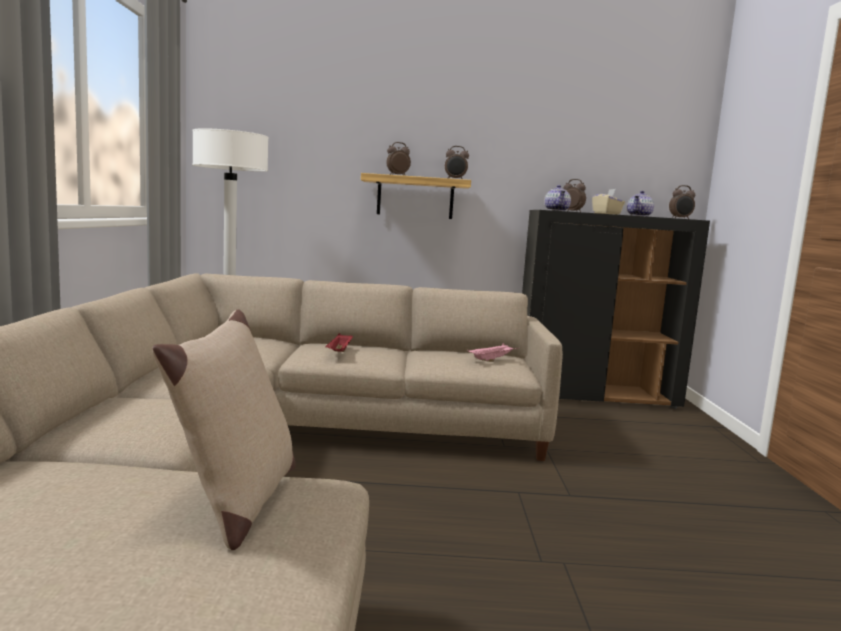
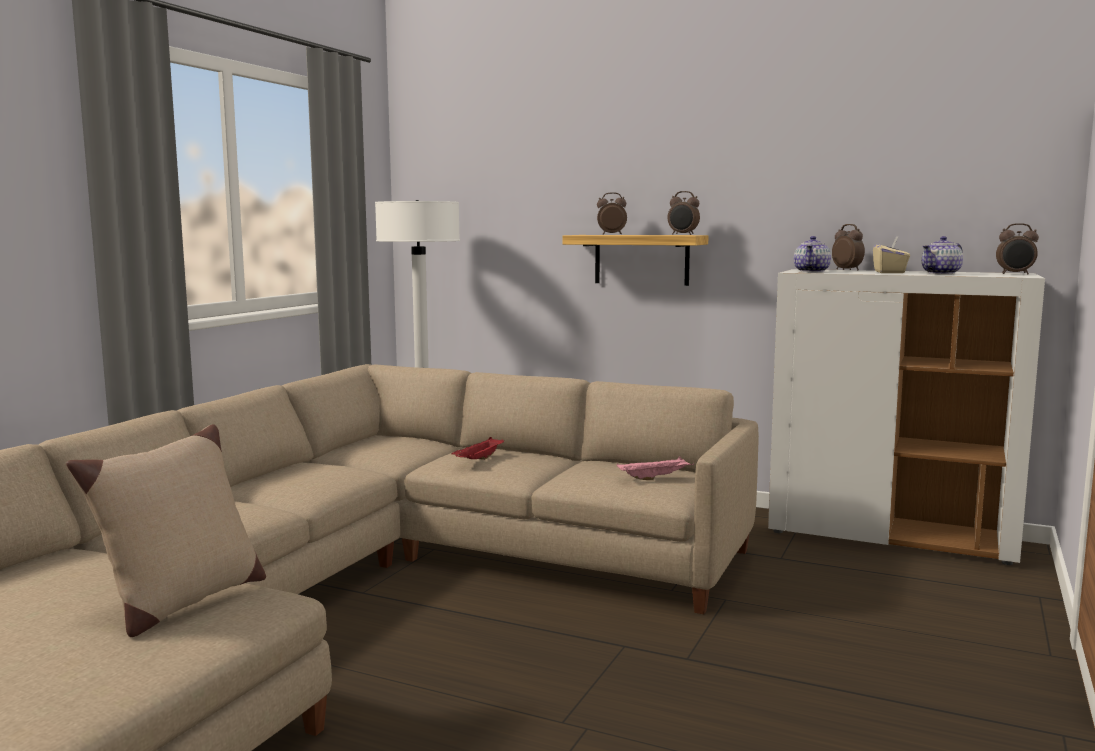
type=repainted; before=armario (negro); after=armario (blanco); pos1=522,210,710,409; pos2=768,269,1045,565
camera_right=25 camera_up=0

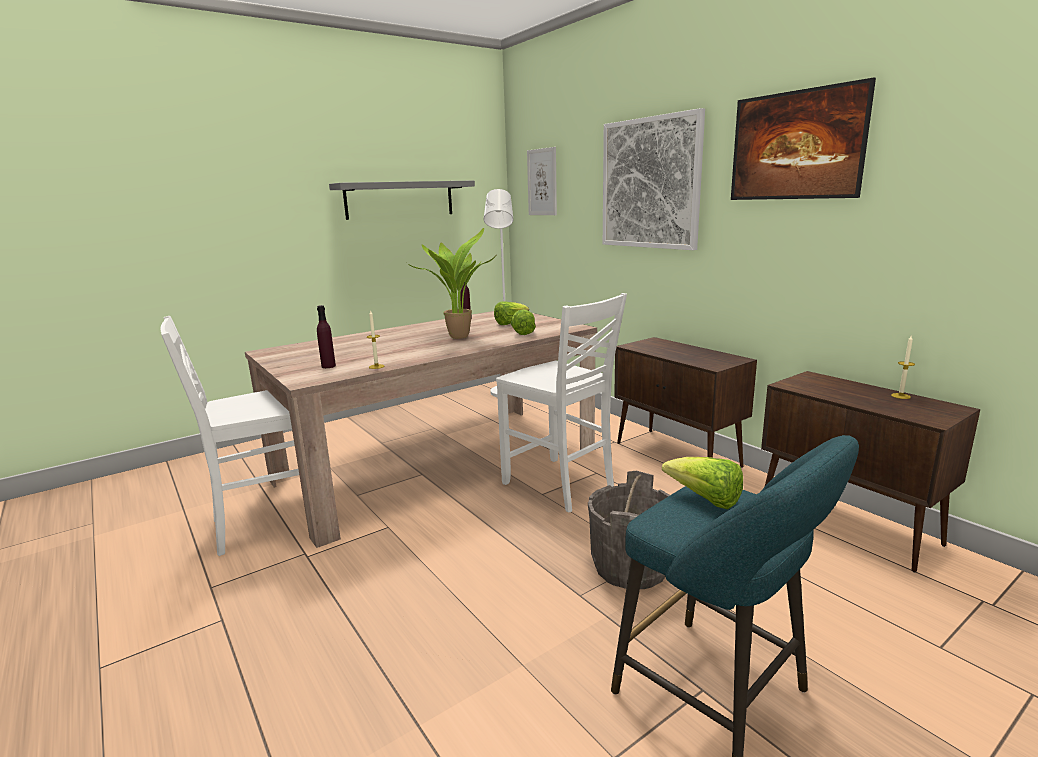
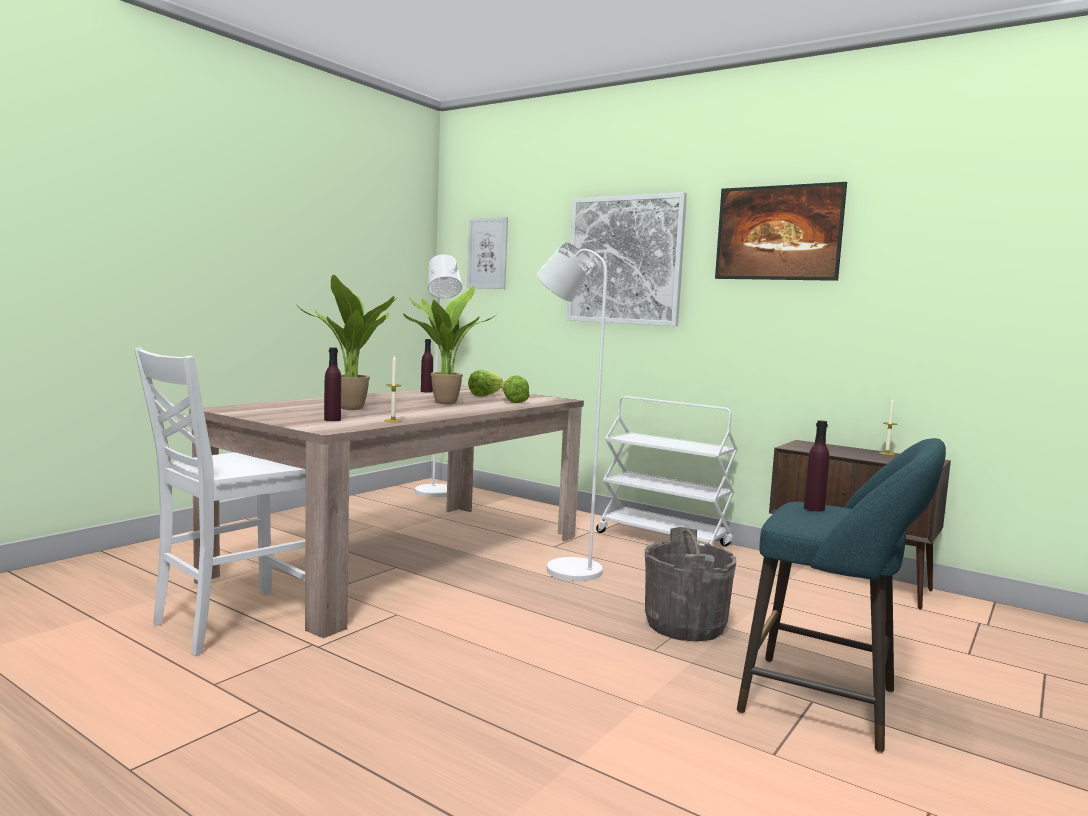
type=gone; before=estante (gris); pos1=329,181,475,220
type=swapped; before=silla (blanco); after=lámpara de pie (blanco); pos1=496,293,627,513; pos2=537,242,607,581
type=swapped; before=armario (marrón); after=carrito (blanco); pos1=614,337,757,468; pos2=596,396,738,547
type=swapped; before=lechuga; after=botella (morado); pos1=662,457,743,509; pos2=804,420,829,511
type=new; after=planta en maceta; pos2=299,275,396,410
camera_right=-20 camera_up=-10

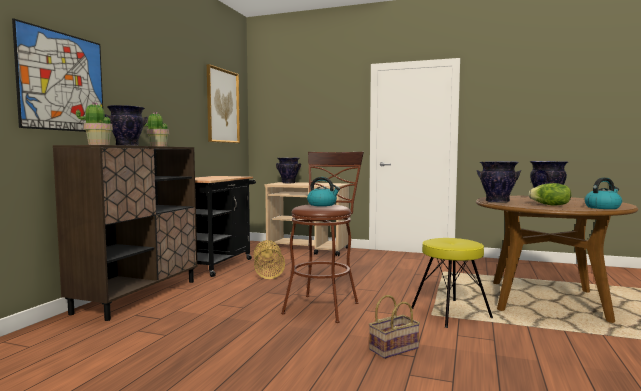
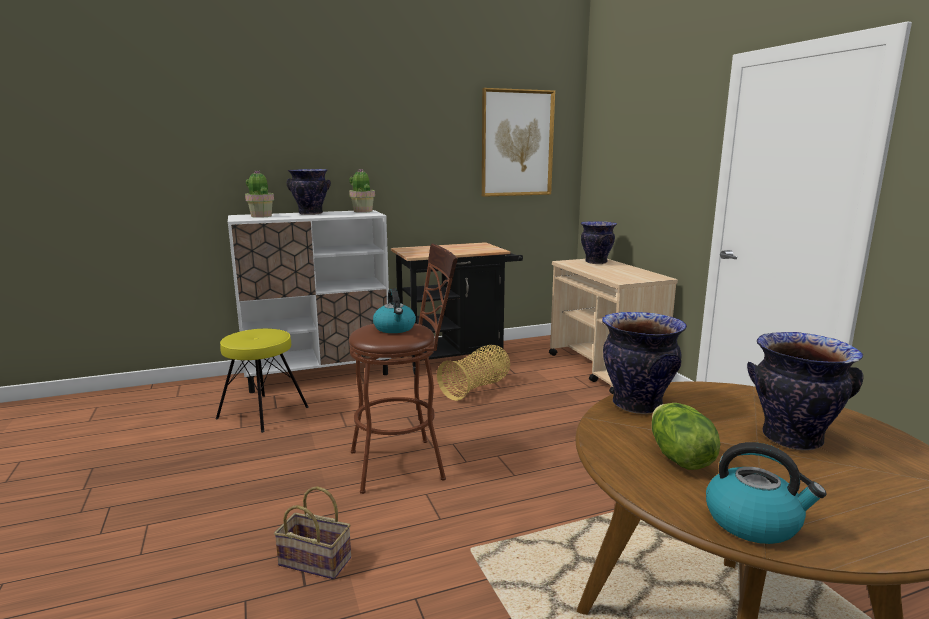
type=gone; before=cuadro; pos1=12,18,103,132
type=repainted; before=armario (marrón); after=armario (blanco); pos1=53,145,197,321; pos2=228,210,391,393
type=shifted; before=taburete (amarillo); pos1=411,238,493,328; pos2=216,329,309,433
camera_right=50 camera_up=10

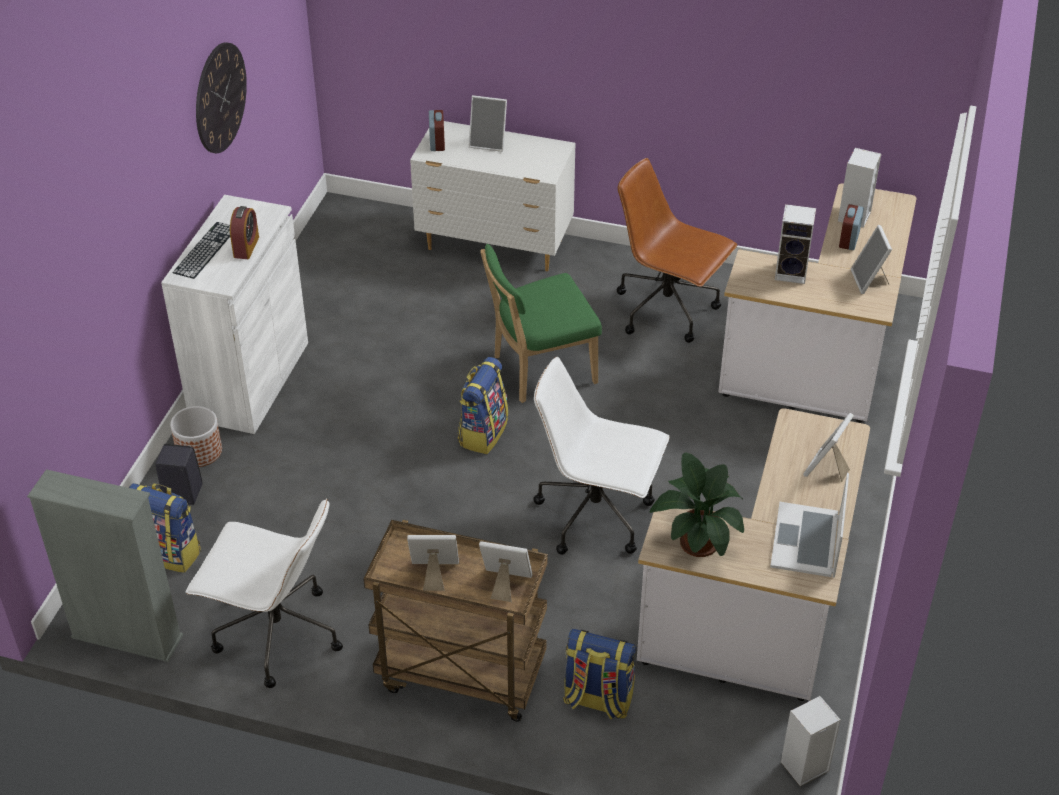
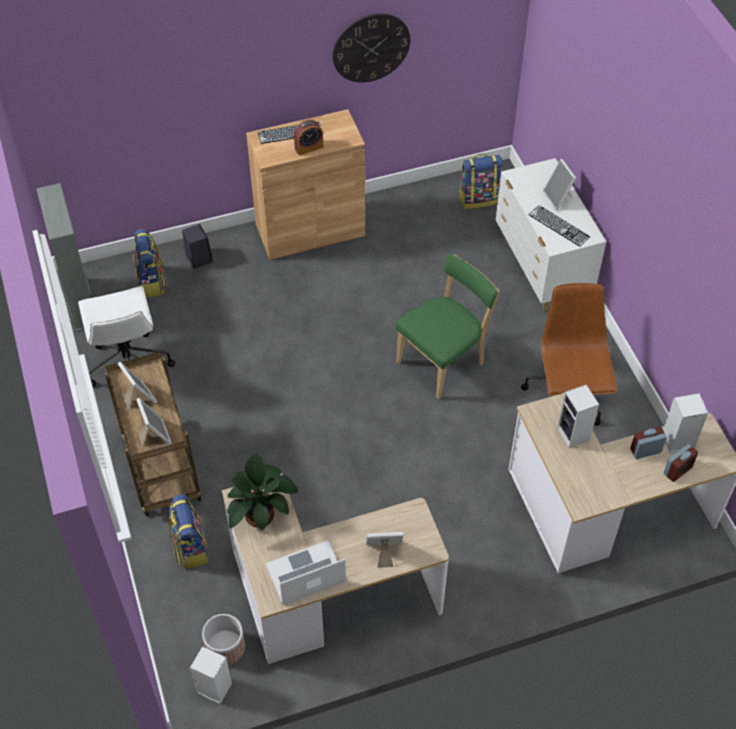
type=shifted; before=despertador; pos1=429,110,445,151; pos2=664,444,698,482
type=repainted; before=armario (blanco); after=armario (marrón); pos1=161,195,308,434; pos2=246,109,365,260
type=gone; before=portarretratos; pos1=851,225,892,294
type=rotated; before=silla (verde); pos1=481,244,602,403; pos2=396,254,500,399; turn=105
type=shifted; before=mochila; pos1=457,357,508,454; pos2=458,153,503,209
type=gone; before=silla de oficina (blanco); pos1=533,357,669,555
type=shifted; before=maceta; pos1=170,406,222,467; pos2=202,614,245,665
type=new; after=teclado; pos2=528,205,590,247
camera_right=55 camera_up=10

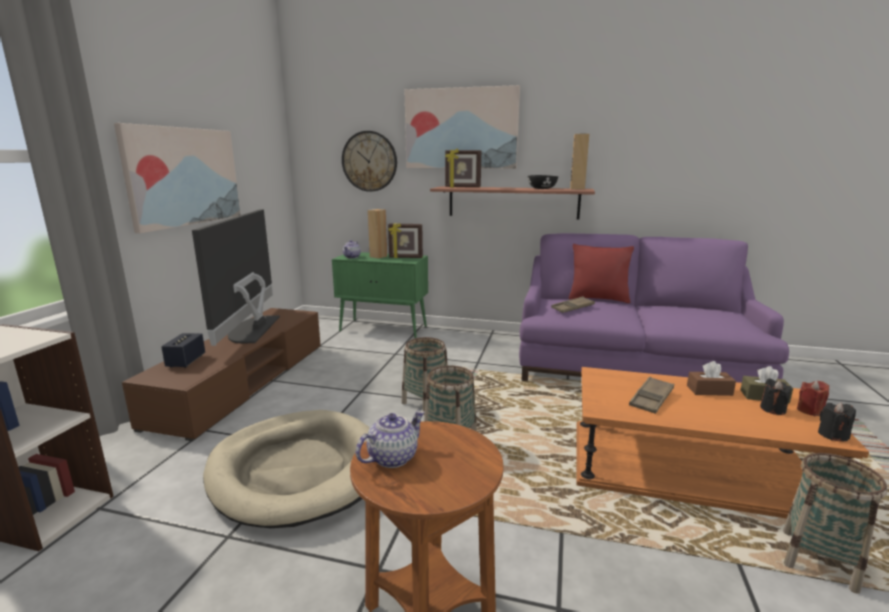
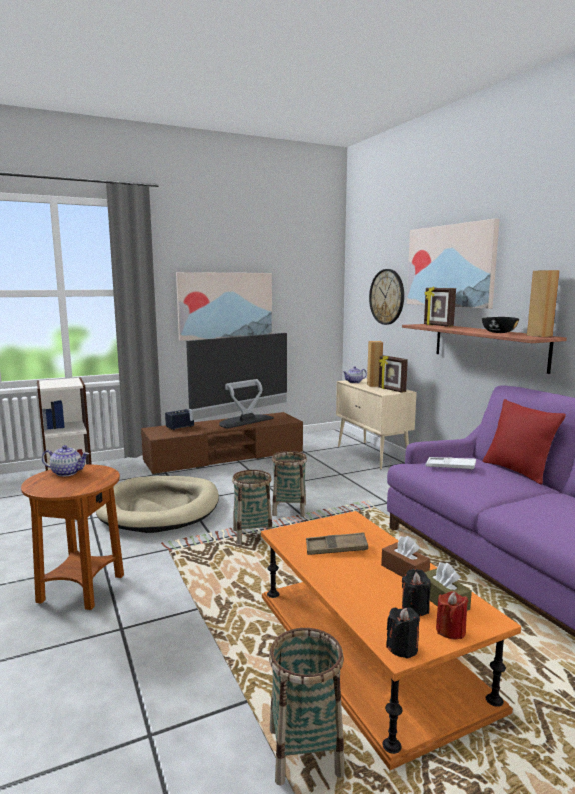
type=repainted; before=armario (verde); after=armario (beis); pos1=332,252,428,338; pos2=336,378,417,470
type=repainted; before=bandeja (marrón); after=bandeja (blanco); pos1=551,297,595,313; pos2=426,457,476,470
camera_right=50 camera_up=-5

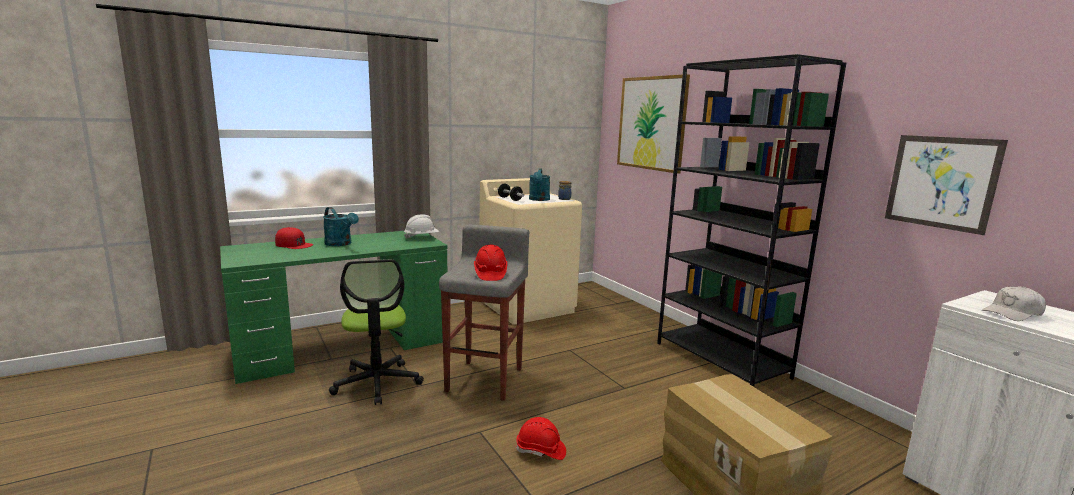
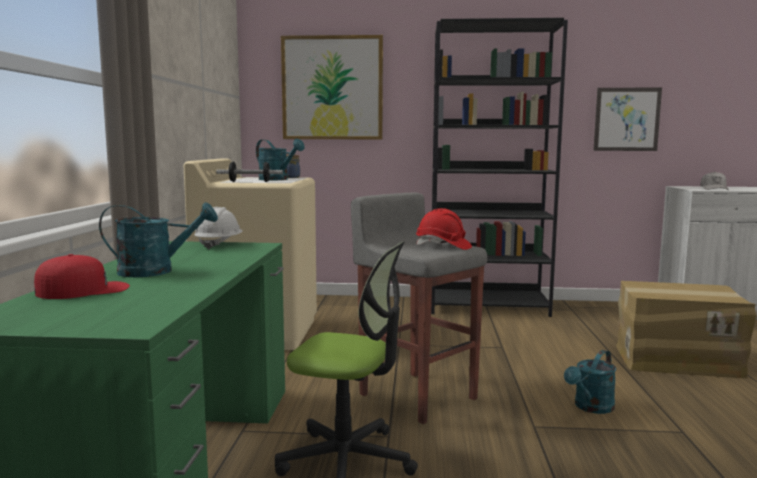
type=swapped; before=casco (rojo); after=regadera (turquesa); pos1=515,417,566,460; pos2=564,350,616,414
camera_right=-55 camera_up=-5

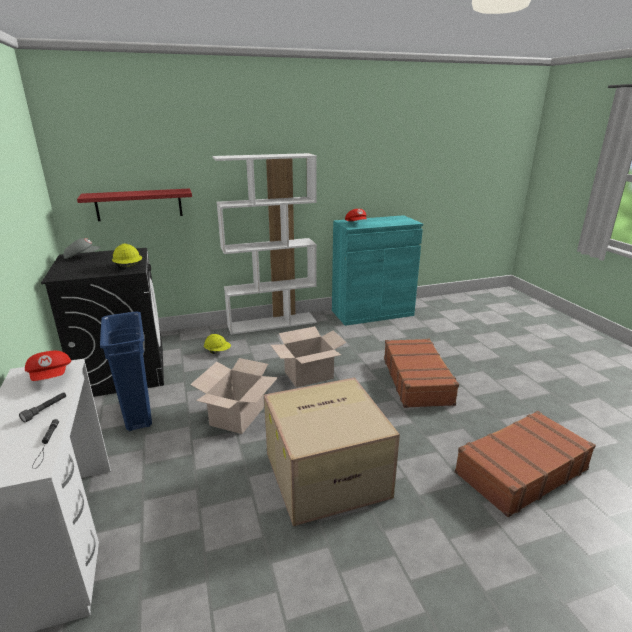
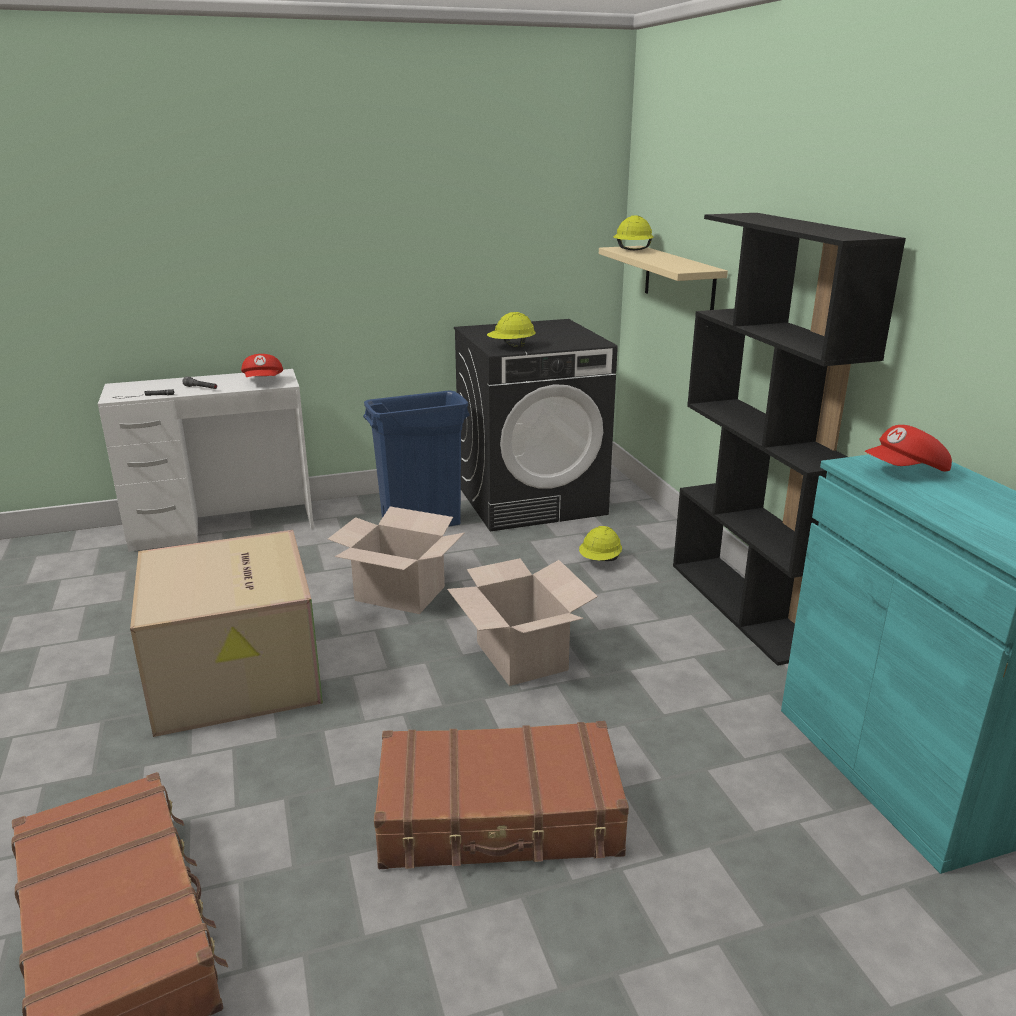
type=repainted; before=estantería (blanco); after=estantería (negro); pos1=212,153,317,335; pos2=673,213,906,666
type=repainted; before=estante (rojo); after=estante (beis); pos1=77,188,192,221; pos2=599,246,728,310
type=gone; before=gorra (gris); pos1=64,238,100,259
type=rotated; before=gorra (rojo); pos1=25,351,71,381; pos2=241,354,283,377; turn=-75
type=new; after=casco (amarillo); pos2=614,215,653,250
camera_right=90 camera_up=0

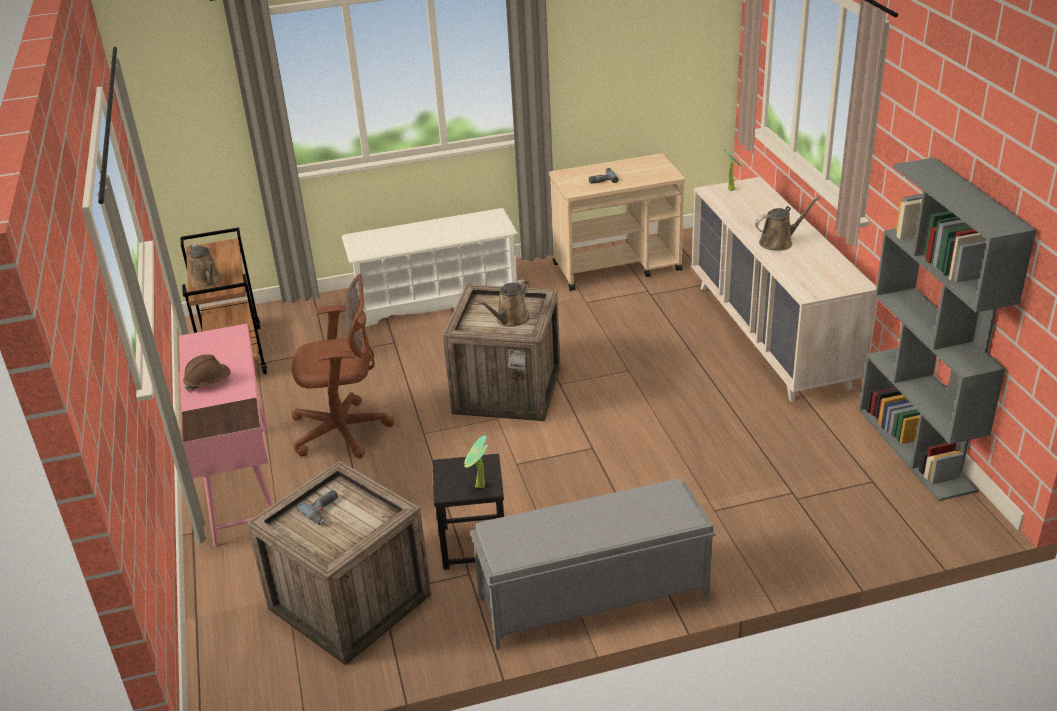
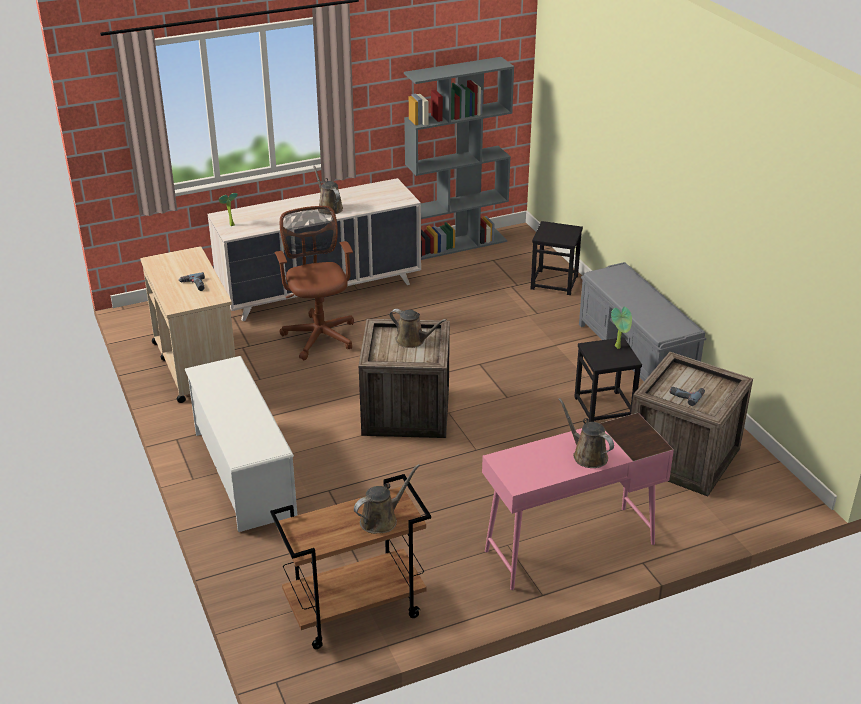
type=shifted; before=silla de oficina (marrón); pos1=292,274,394,459; pos2=274,206,354,360
type=swapped; before=casco (marrón); after=regadera (marrón); pos1=183,355,231,391; pos2=558,398,614,468
type=new; after=taburete (negro); pos2=531,221,583,295
camera_right=-100 camera_up=0

